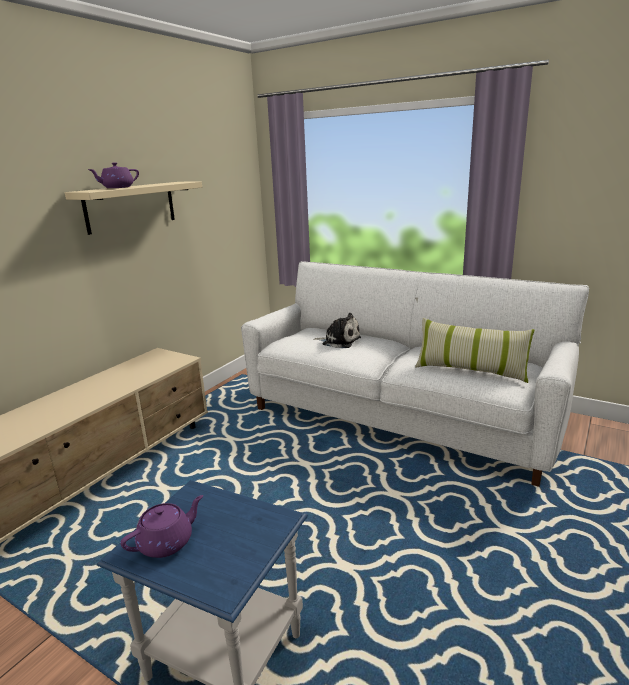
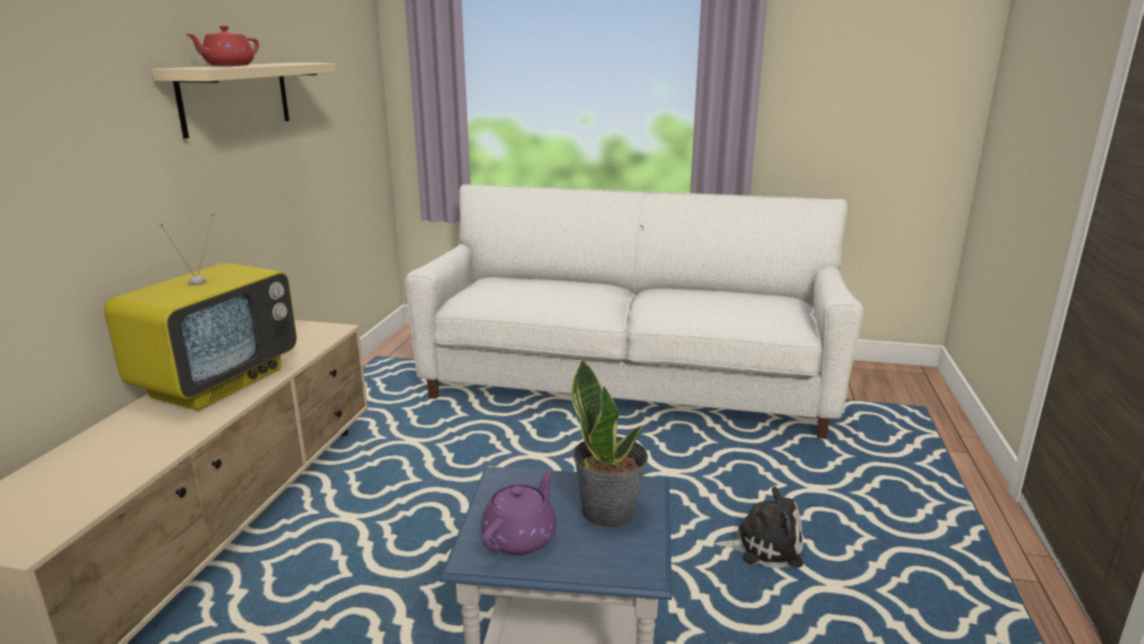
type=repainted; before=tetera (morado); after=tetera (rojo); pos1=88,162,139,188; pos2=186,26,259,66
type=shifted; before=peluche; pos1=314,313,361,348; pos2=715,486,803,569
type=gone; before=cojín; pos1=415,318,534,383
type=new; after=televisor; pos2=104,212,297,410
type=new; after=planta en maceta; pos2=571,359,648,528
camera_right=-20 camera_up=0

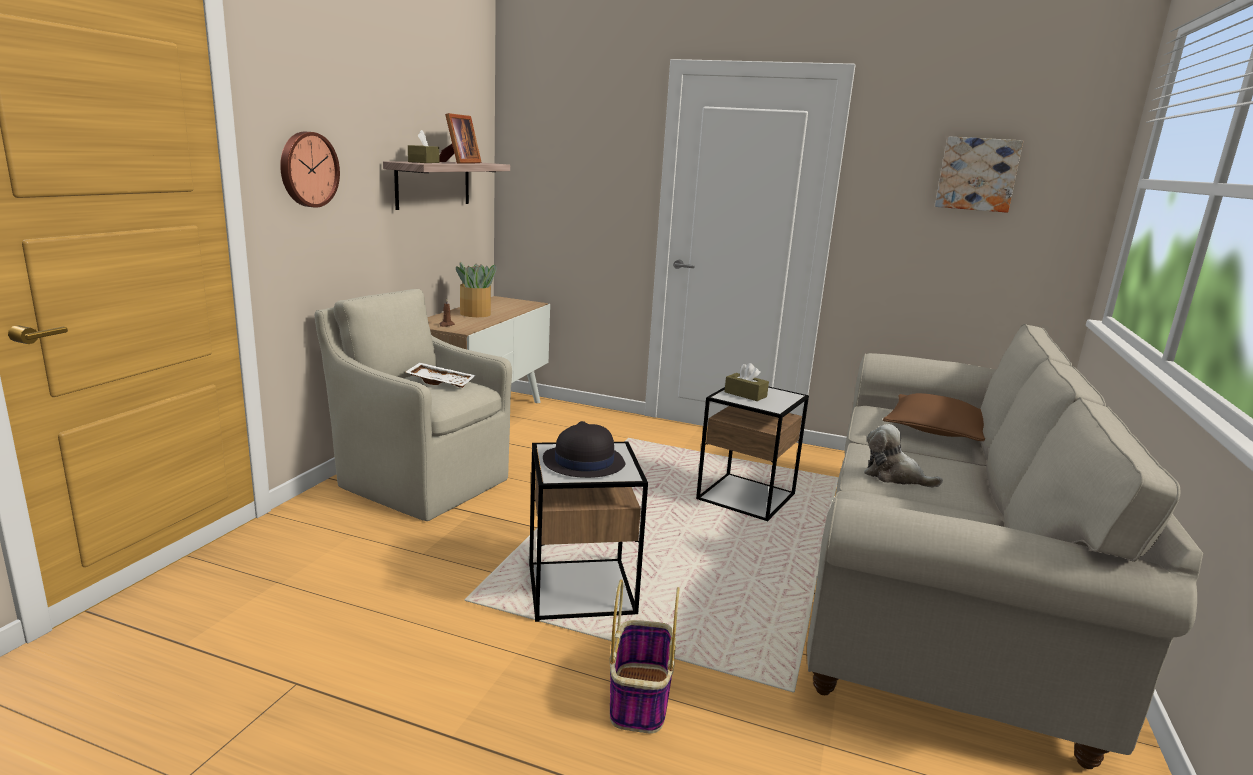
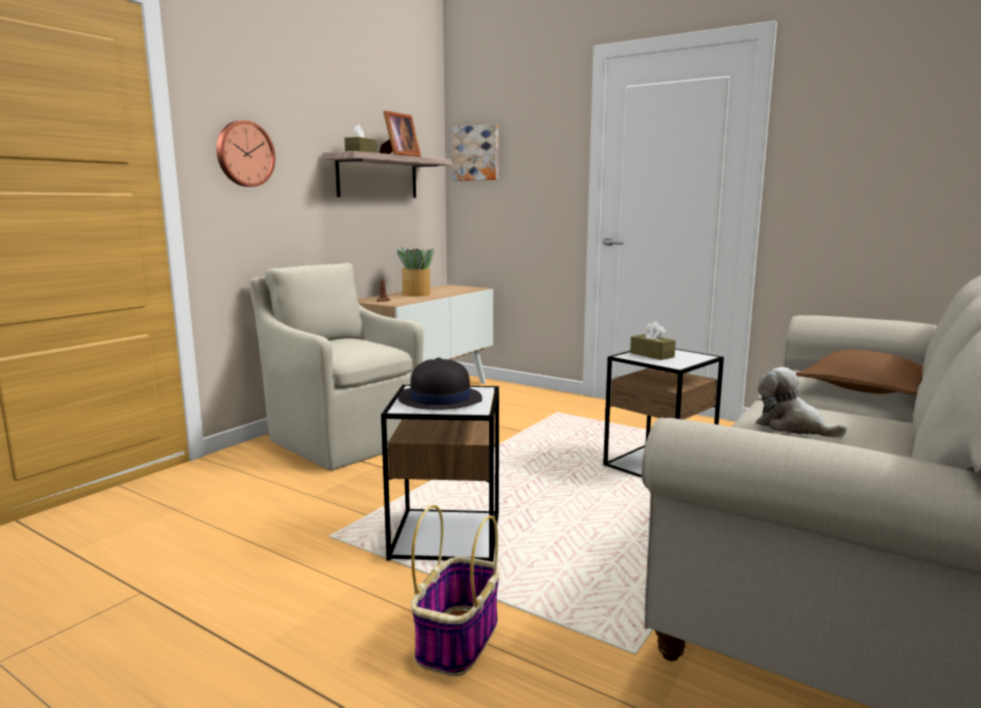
type=shifted; before=cuadro; pos1=935,136,1023,213; pos2=452,124,499,181
type=gone; before=bandeja (blanco); pos1=405,362,475,388
camera_right=15 camera_up=-5

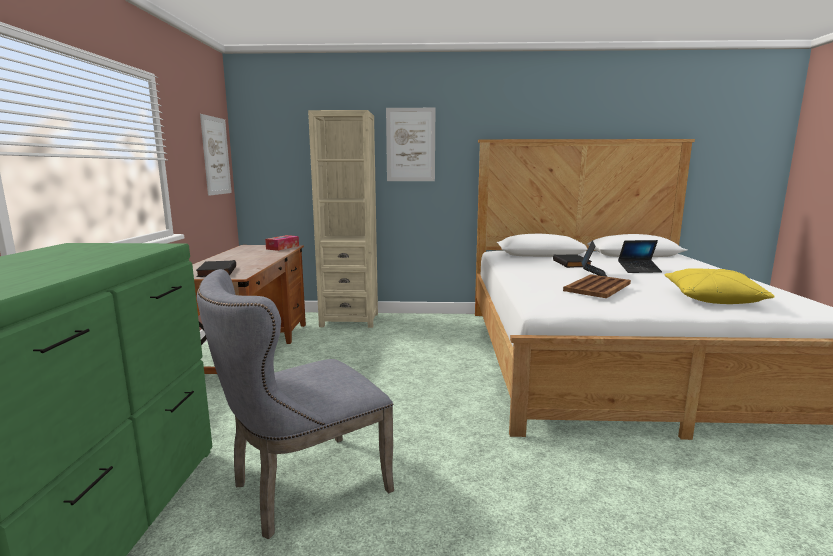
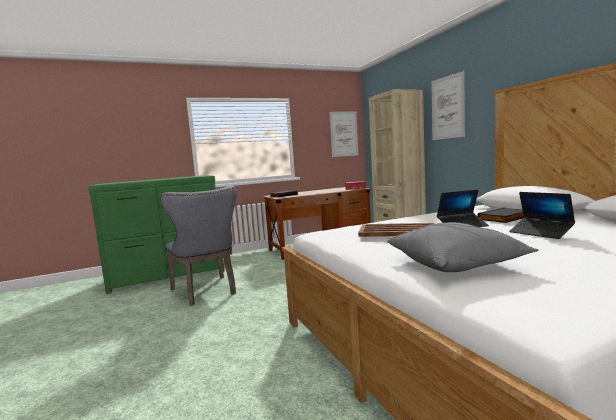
type=repainted; before=cojín (amarillo); after=cojín (gris); pos1=664,268,775,304; pos2=387,222,538,272
type=rotated; before=silla (gris); pos1=197,269,394,539; pos2=161,186,237,306; turn=-150
camera_right=65 camera_up=-5

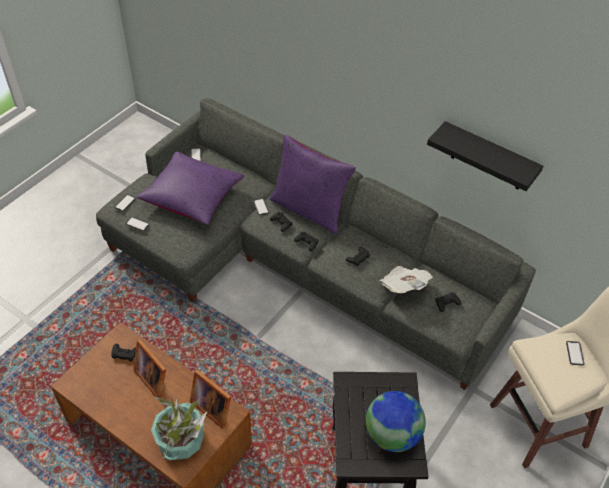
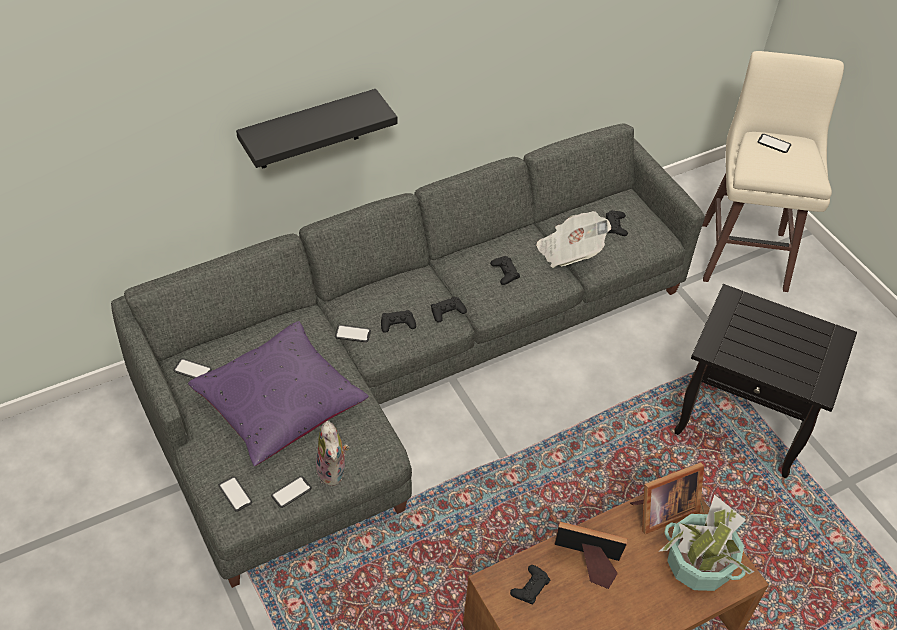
type=shifted; before=estante (negro); pos1=427,121,543,191; pos2=236,89,397,169
type=gone; before=cojín (morado); pos1=269,135,356,234
type=rotated; before=portarretratos; pos1=133,339,166,398; pos2=554,522,628,589; turn=-150
type=gone; before=globo terráqueo; pos1=366,391,426,452
type=new; after=peluche; pos2=316,421,349,486
camera_right=-65 camera_up=0

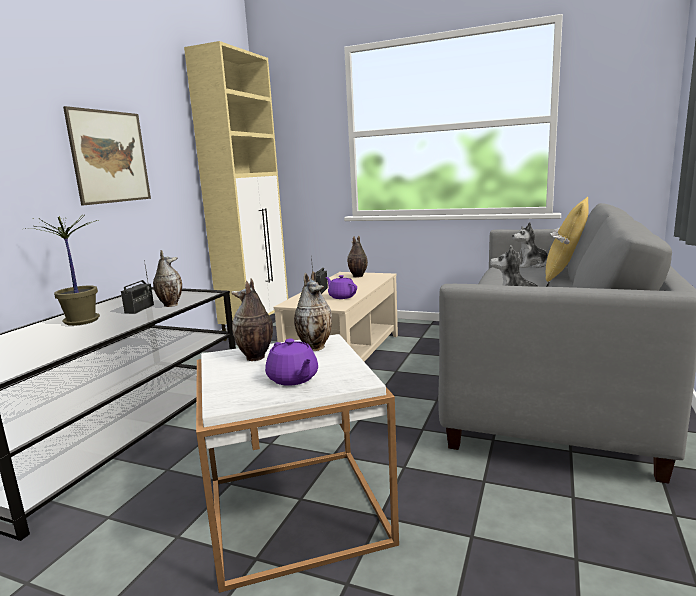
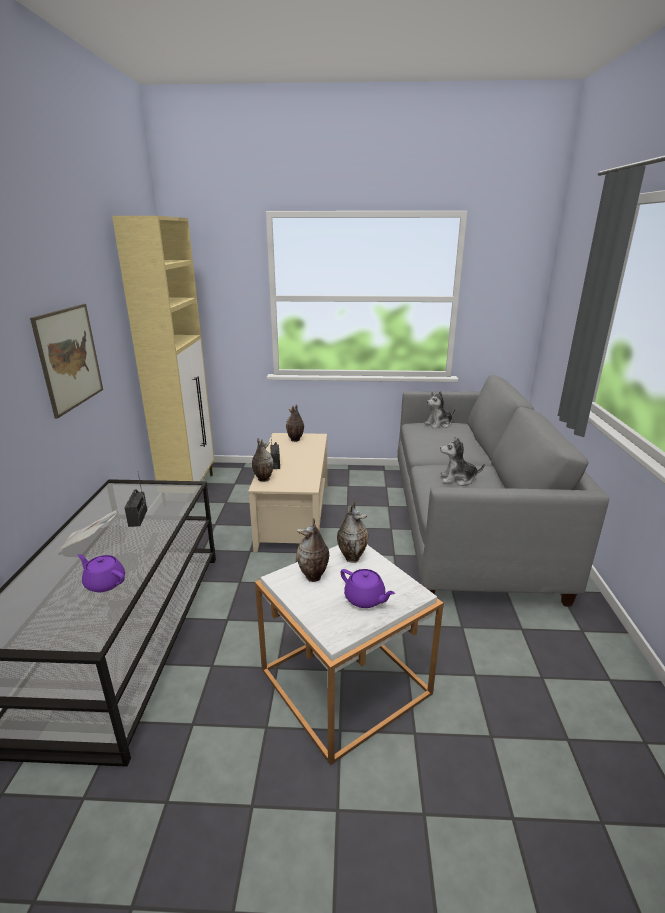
type=gone; before=cojín (amarillo); pos1=546,197,589,282
type=swapped; before=planta en maceta; after=periódico; pos1=25,214,100,326; pos2=57,509,118,551
type=shifted; before=florero; pos1=153,250,182,307; pos2=252,438,274,482
type=shifted; before=tetera (morado); pos1=325,275,357,299; pos2=78,554,125,592
camera_right=-20 camera_up=10

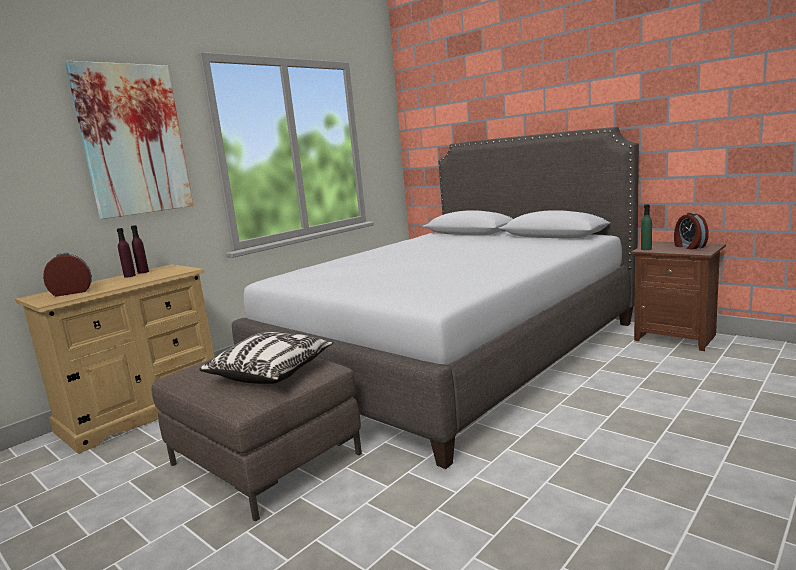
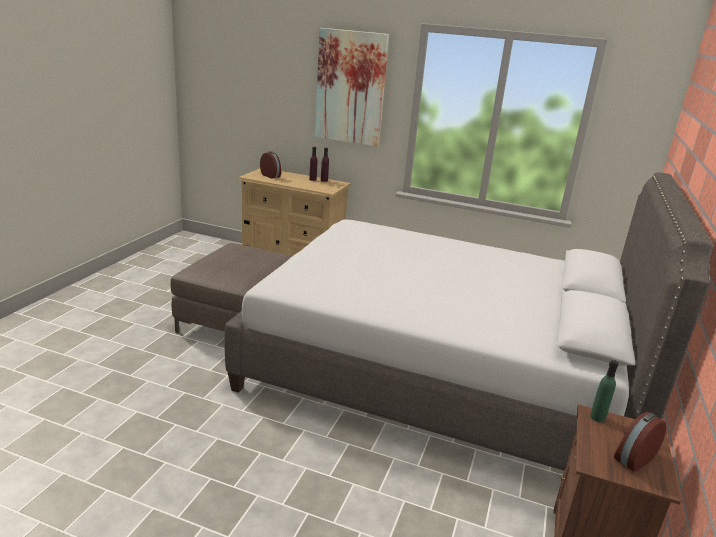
type=gone; before=cojín; pos1=199,332,334,384
camera_right=65 camera_up=10

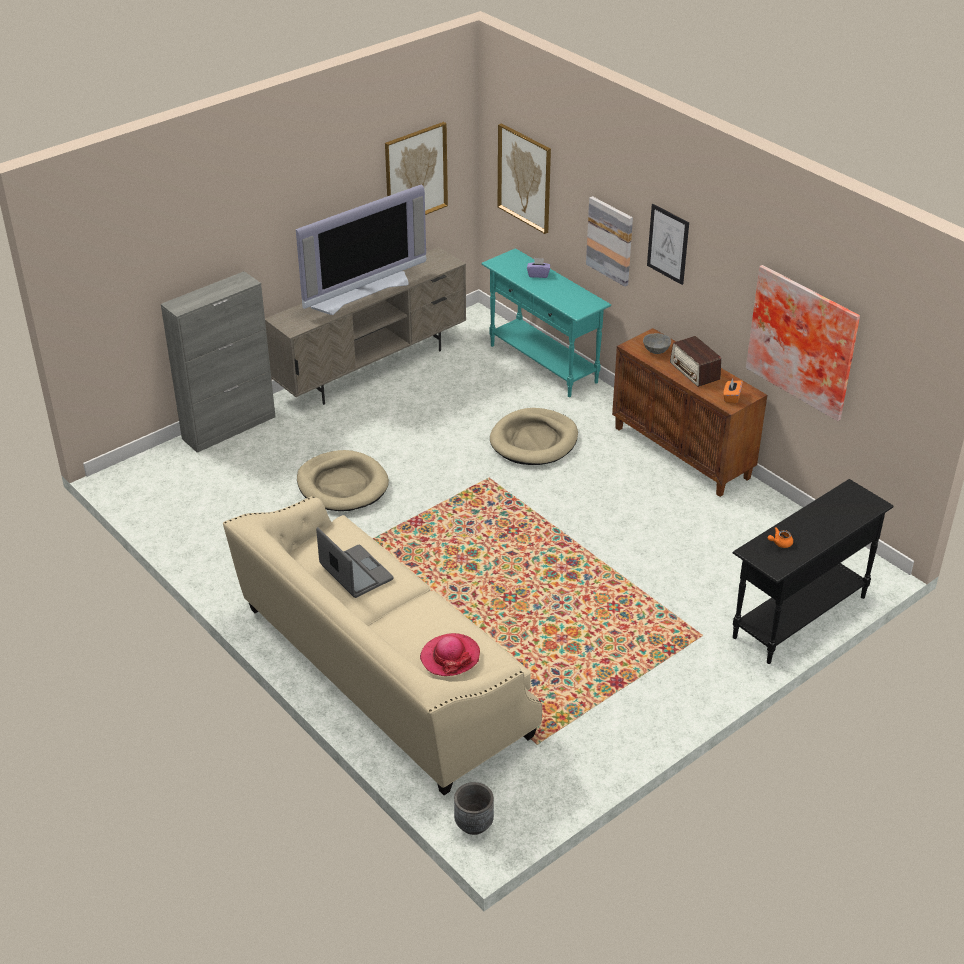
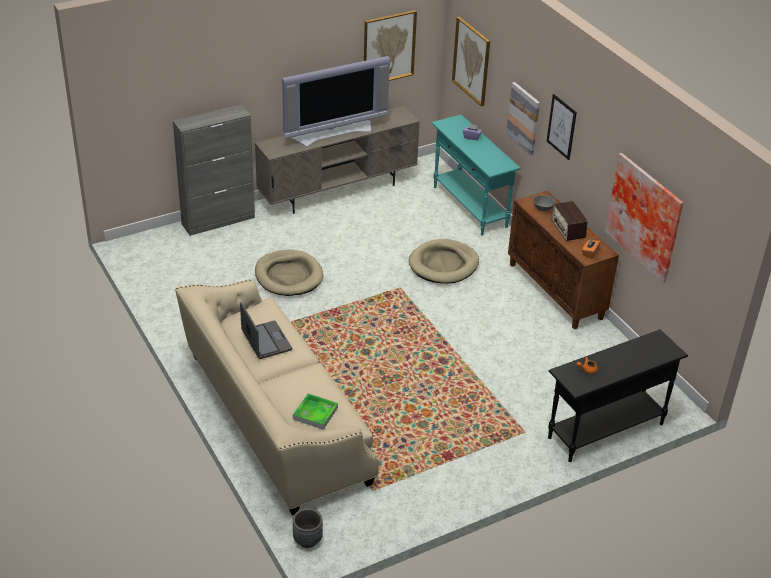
type=swapped; before=sombrero; after=bandeja; pos1=420,633,480,676; pos2=293,393,338,430
camera_right=10 camera_up=0

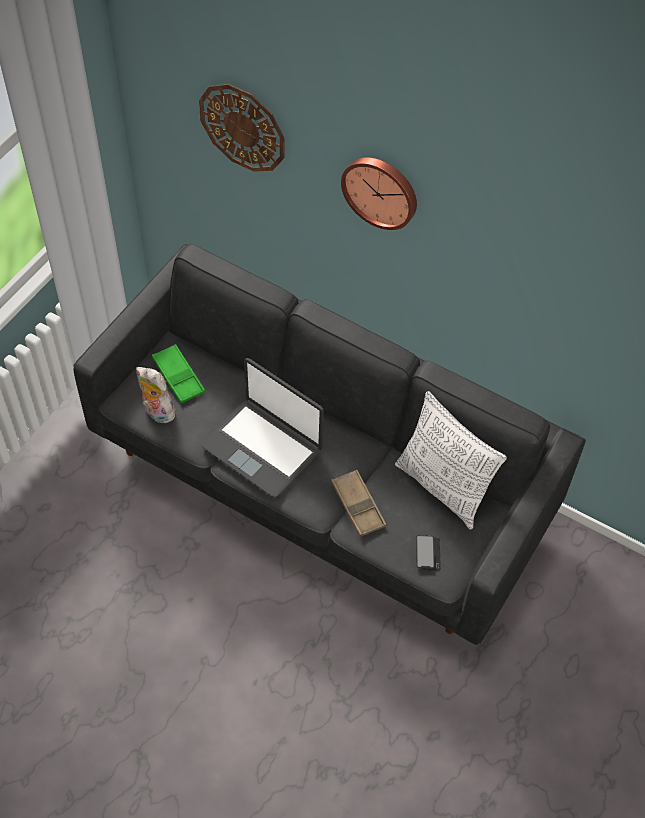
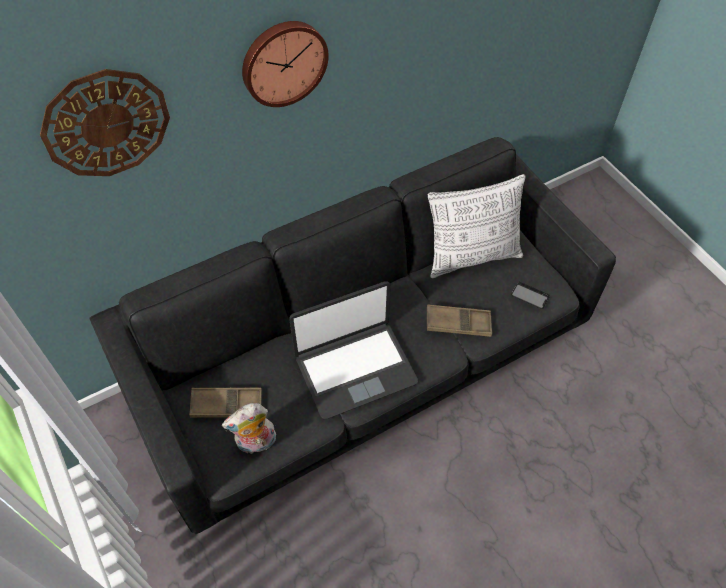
type=repainted; before=bandeja (verde); after=bandeja (marrón); pos1=152,344,205,404; pos2=189,388,262,418
camera_right=-60 camera_up=0

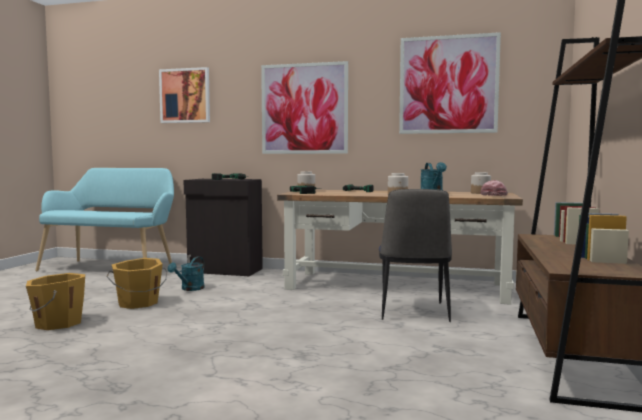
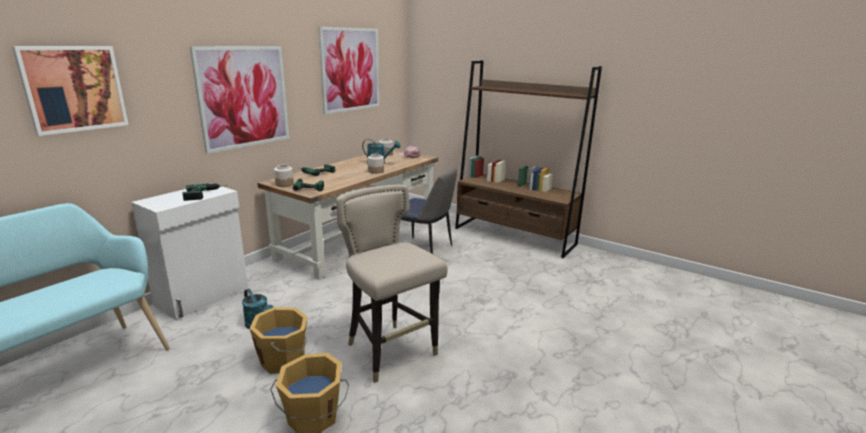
type=repainted; before=armario (negro); after=armario (blanco); pos1=183,179,263,276; pos2=131,183,248,320
type=new; after=taburete (beis); pos2=336,185,448,383
camera_right=-70 camera_up=15

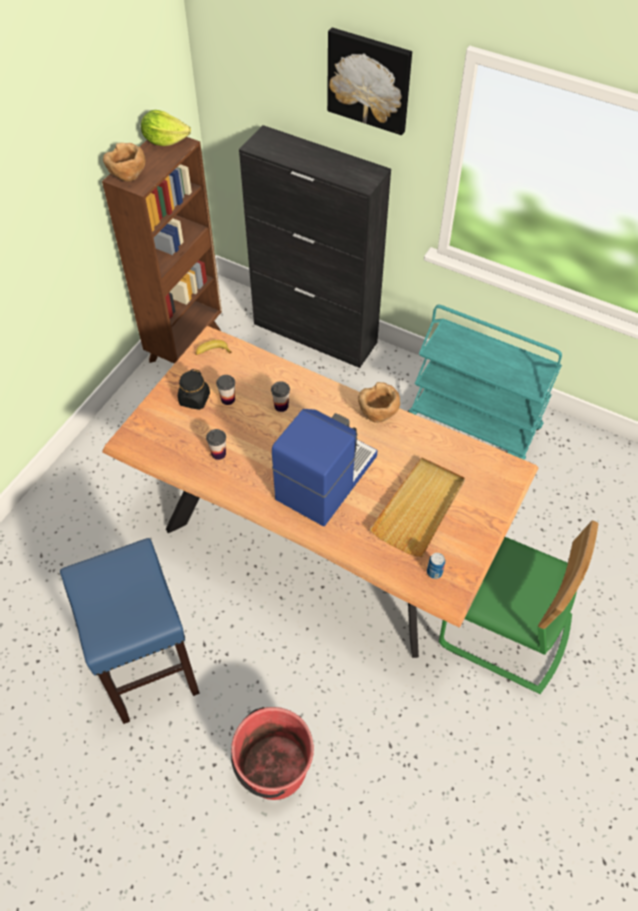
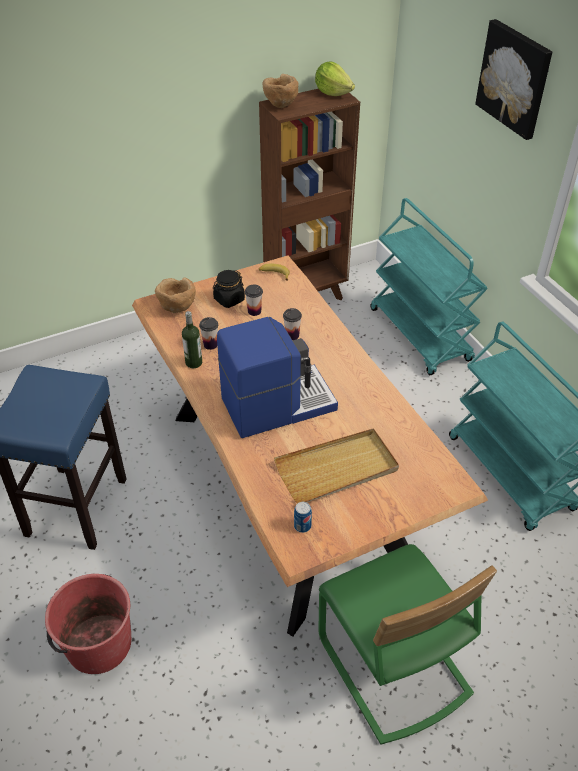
type=swapped; before=armario (negro); after=carrito (turquesa); pos1=239,125,391,368; pos2=370,198,488,375
type=shifted; before=cuenco (marrón); pos1=358,382,400,423; pos2=155,278,196,313
type=new; after=botella; pos2=182,311,202,368
camera_right=35 camera_up=-10

